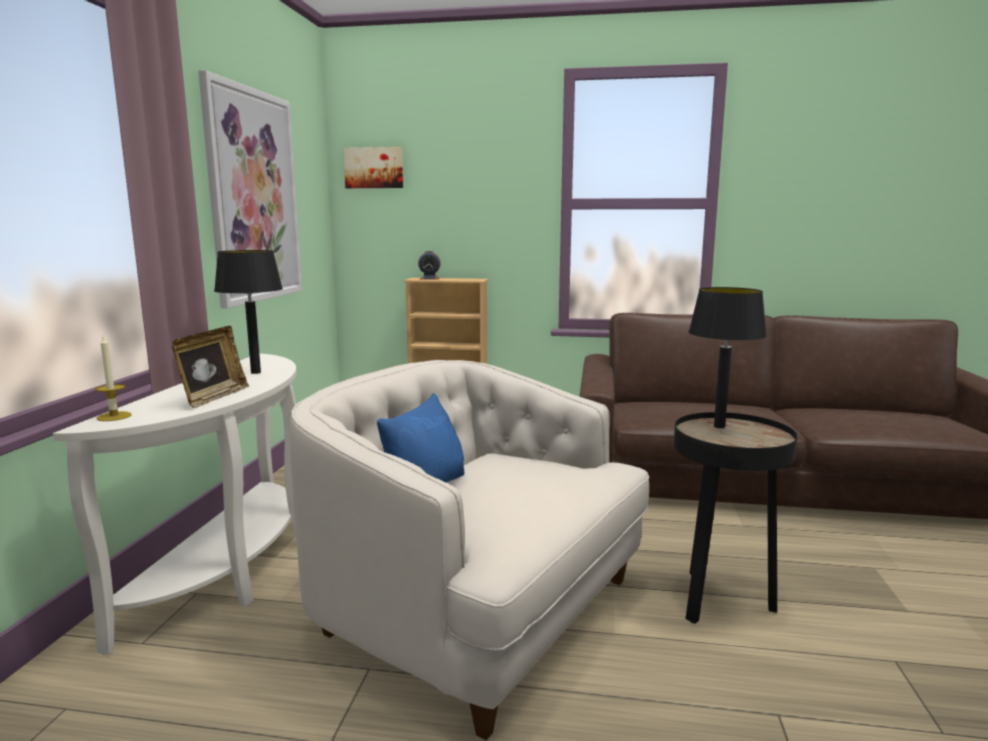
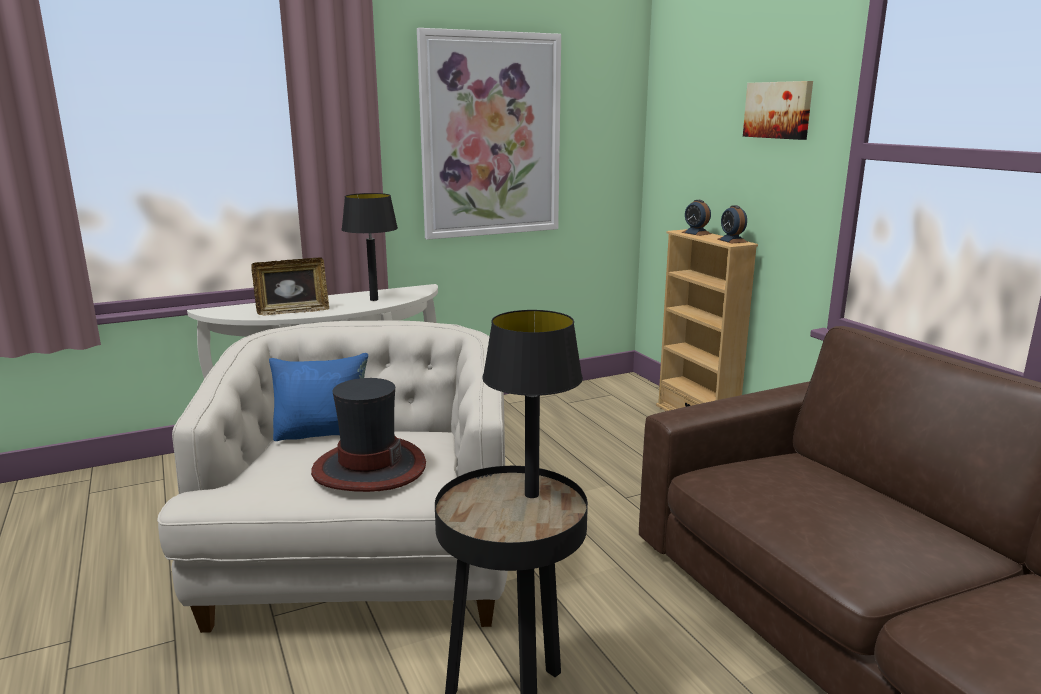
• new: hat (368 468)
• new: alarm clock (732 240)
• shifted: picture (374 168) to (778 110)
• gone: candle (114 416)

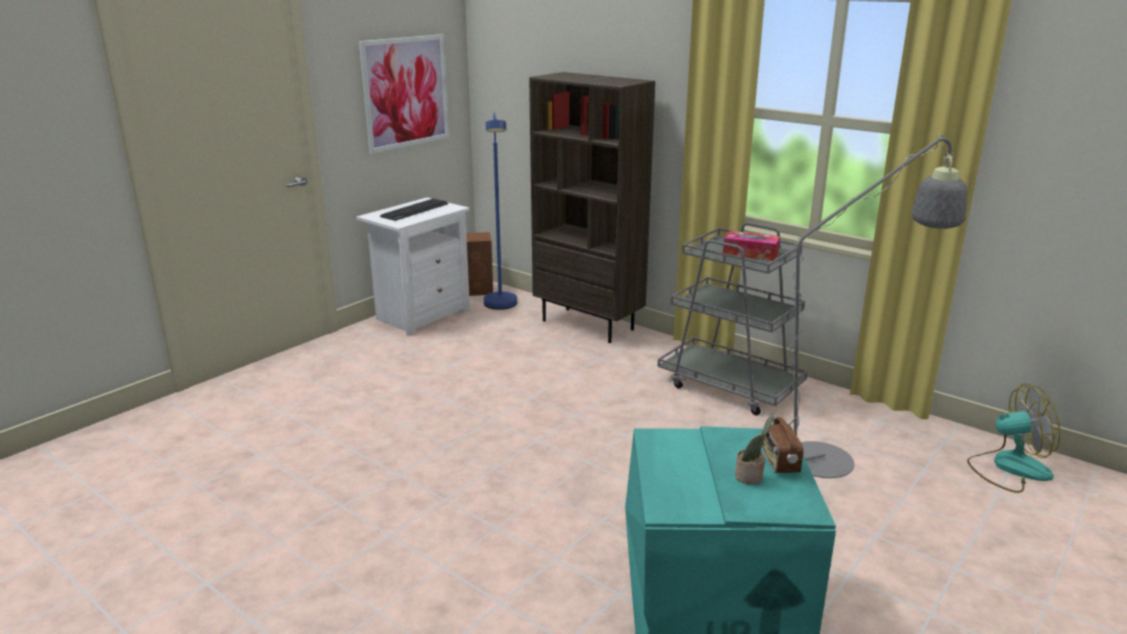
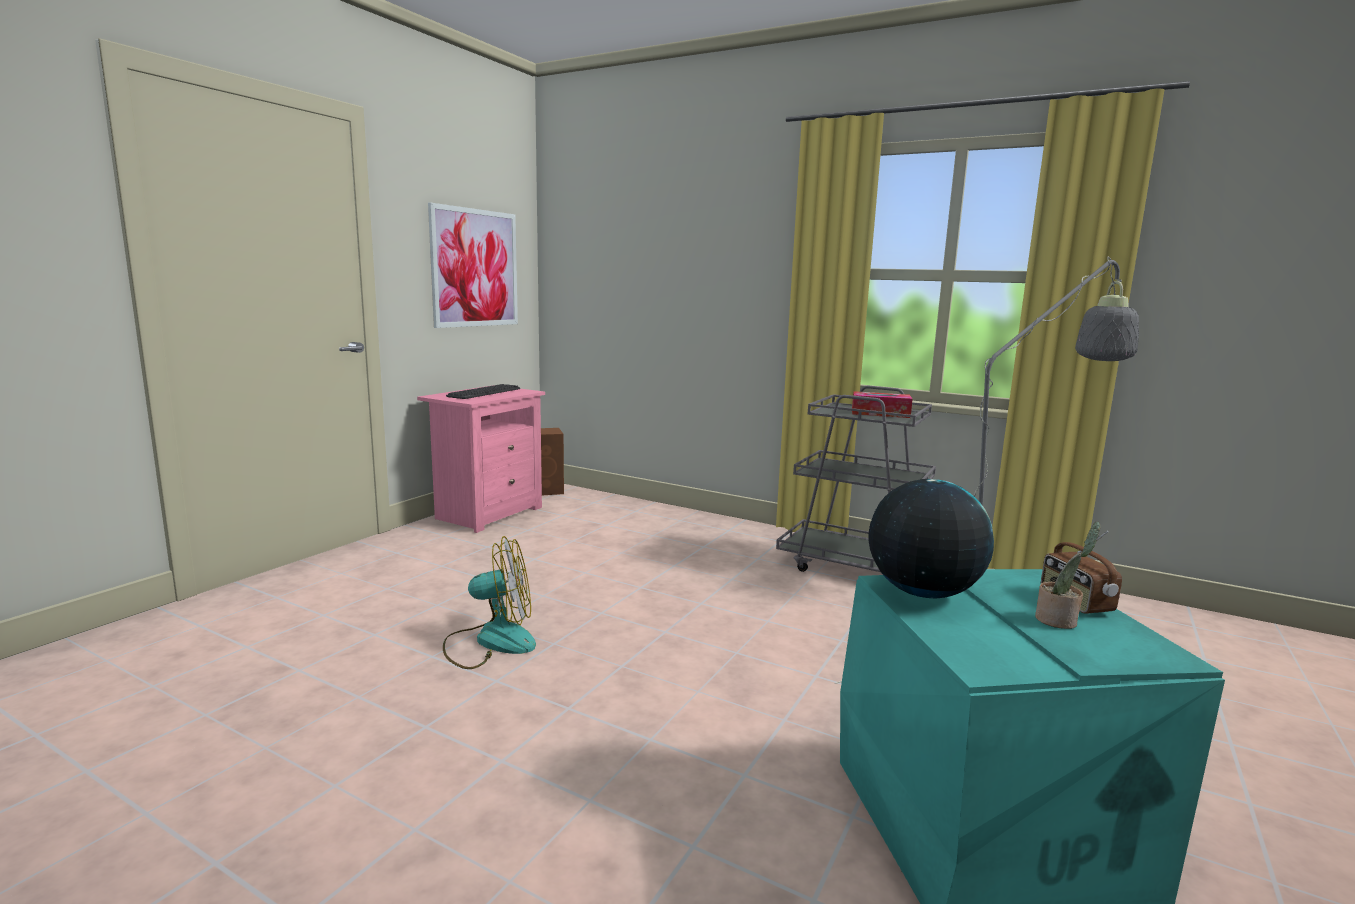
• repainted: nightstand in white (421 315) to nightstand in pink (487 513)
• shifted: fan (1008 468) to (491 641)
• new: globe (922 592)
• gone: floor lamp in blue (501 307)
• gone: bookcase in brown (589 325)

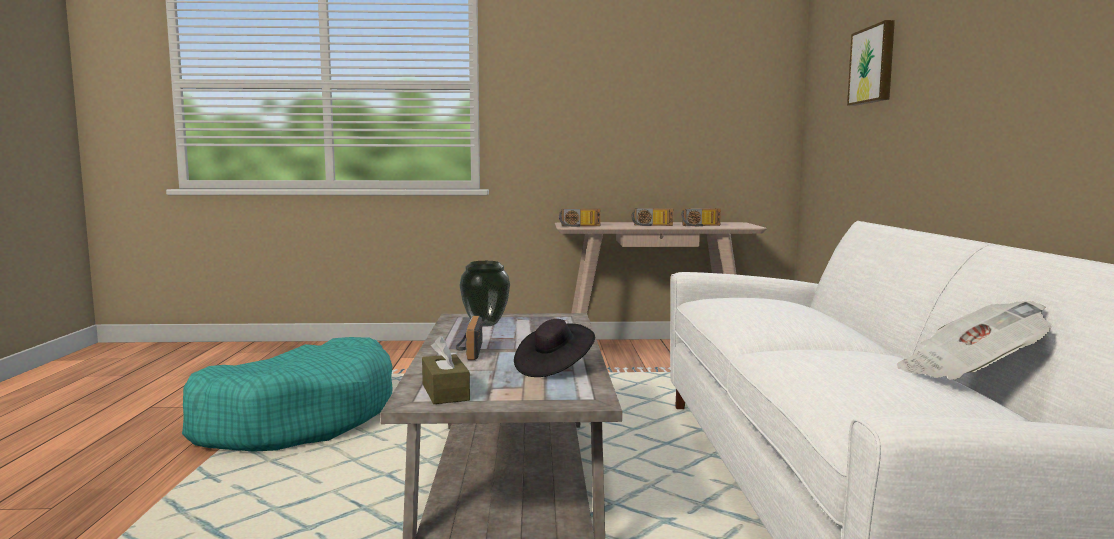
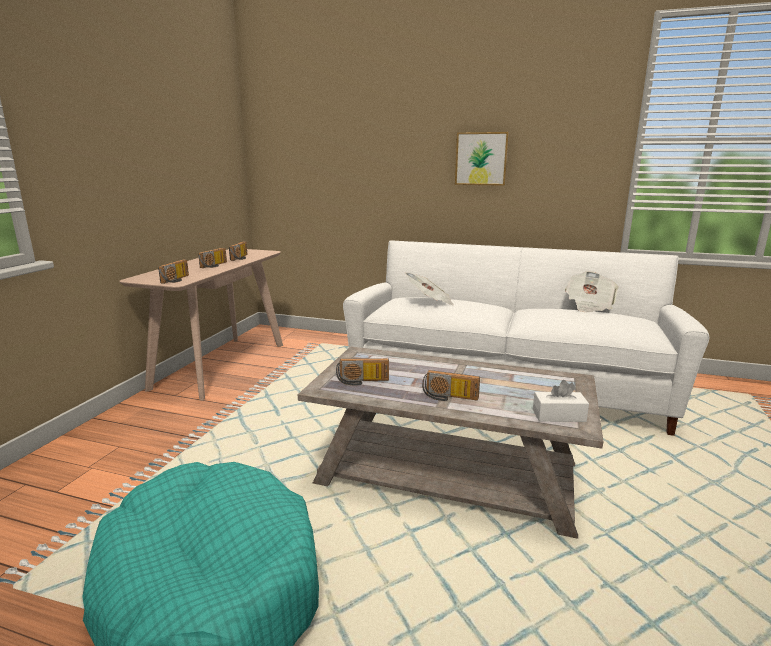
• swapped: vase (486 324) to radio (362 381)
• new: newspaper (430 302)
• shifted: picture (874 65) to (481 159)
• repainted: tissue box in brown (445 392) to tissue box in white (558 415)
• gone: hat in black (554 368)

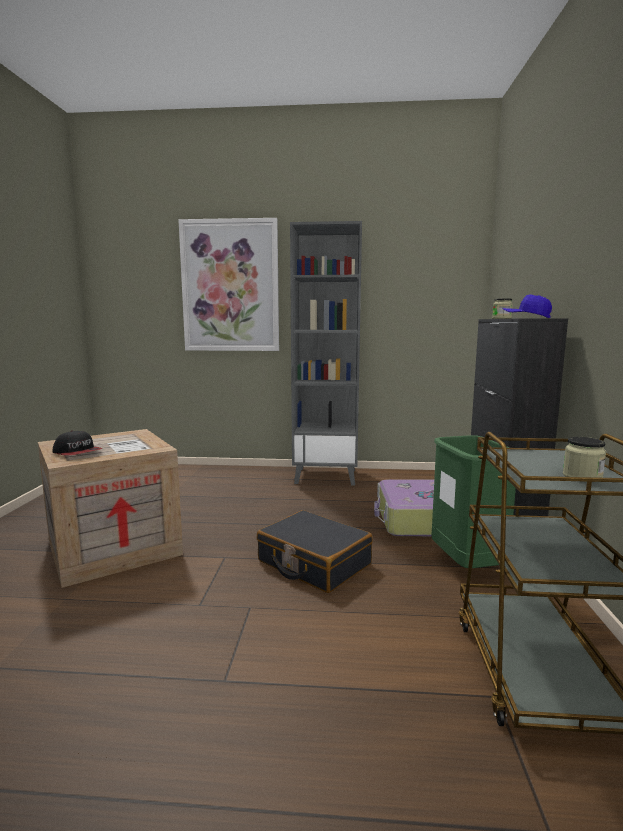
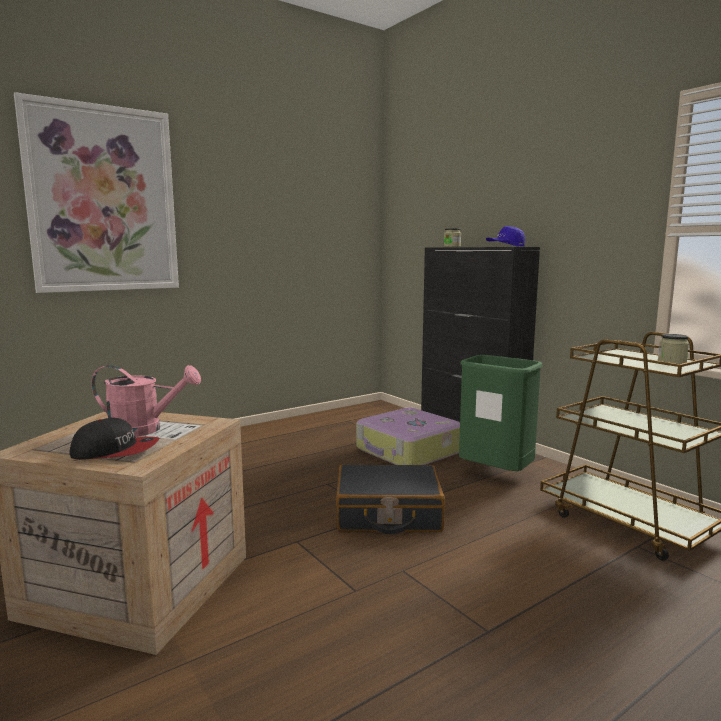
• new: watering can in pink (144 430)
• gone: bookcase in grey (326 476)

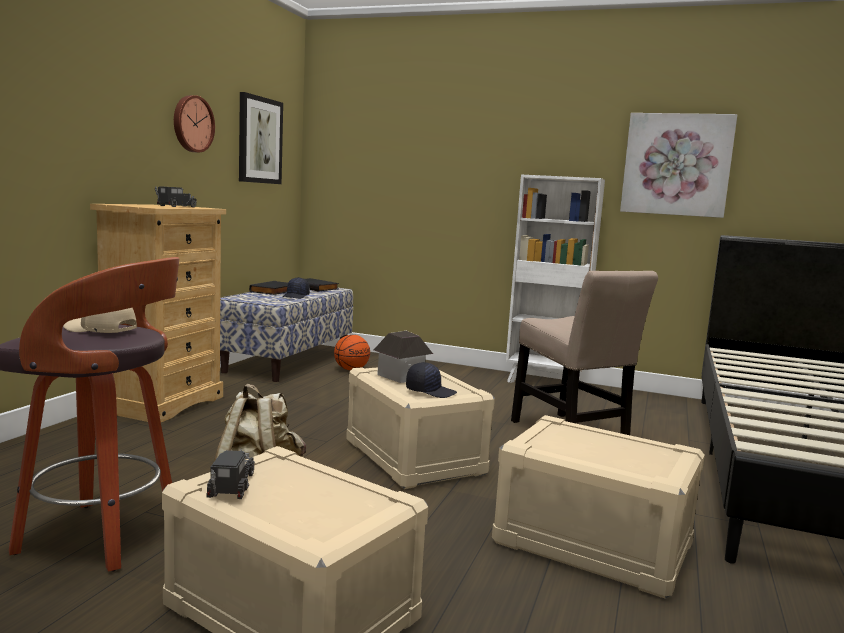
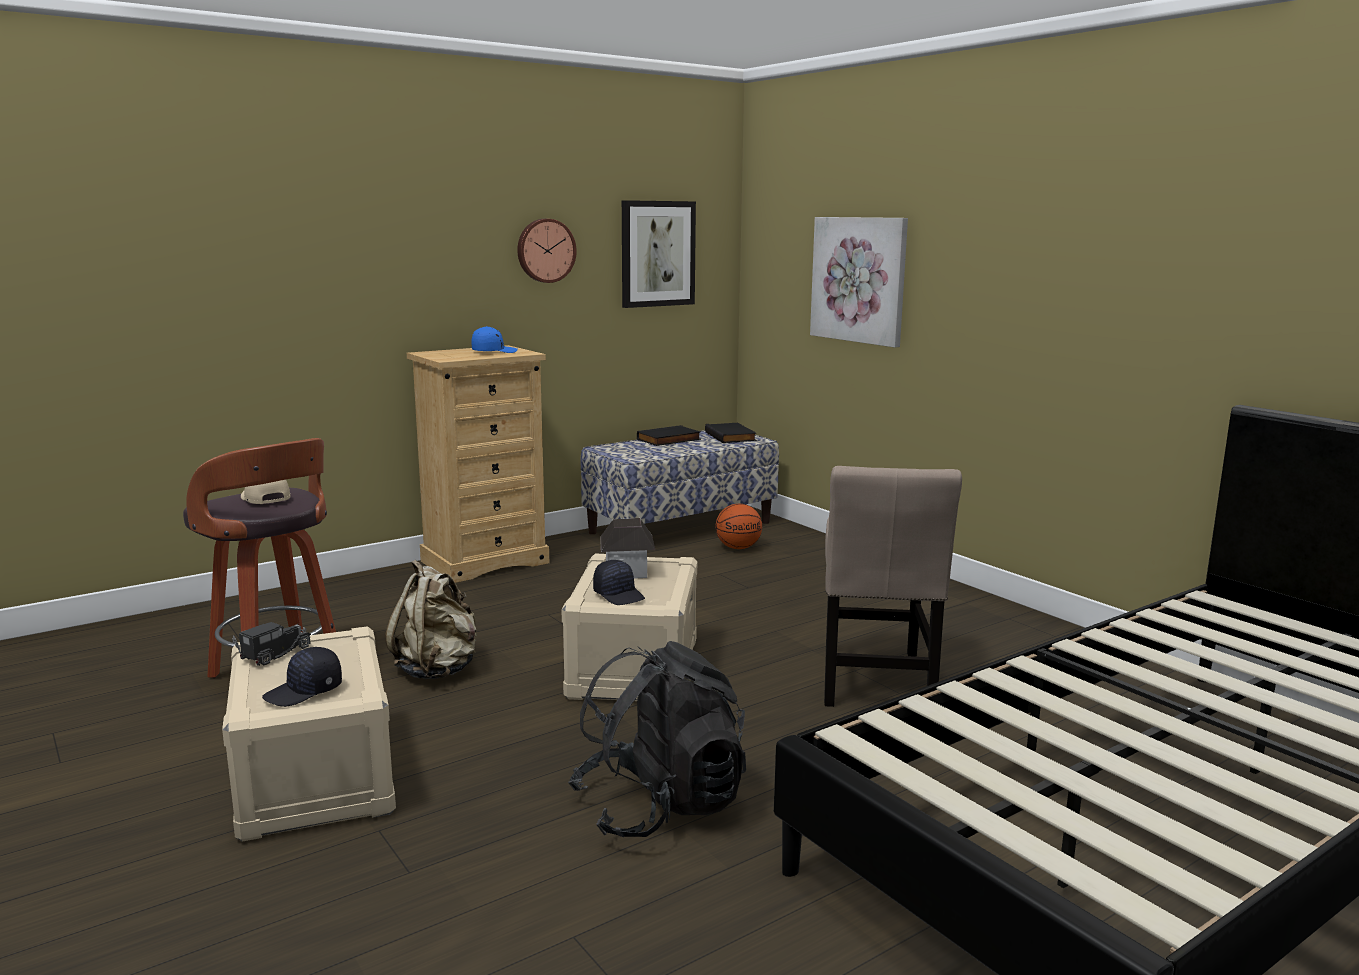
• shifted: cap in black (296 296) to (304 692)
• swapped: toy truck (176 206) to cap in blue (494 352)
• swapped: storage box in beige (591 544) to backpack in black (659 806)
• shifted: picture (676 165) to (859 279)
• gone: bookcase in white (544 382)

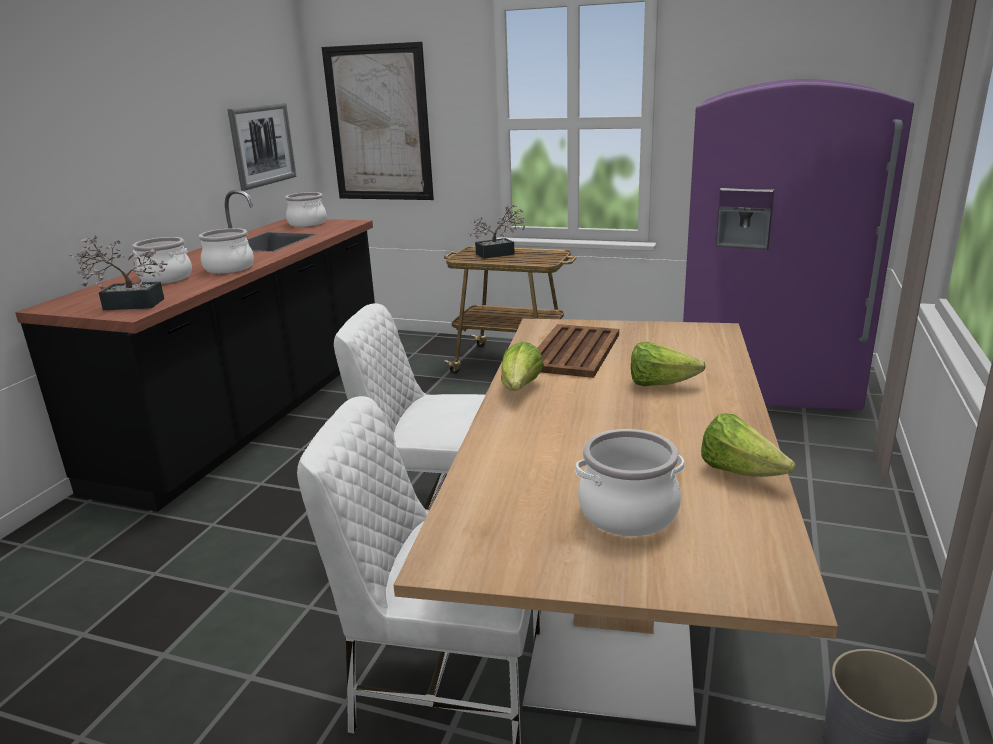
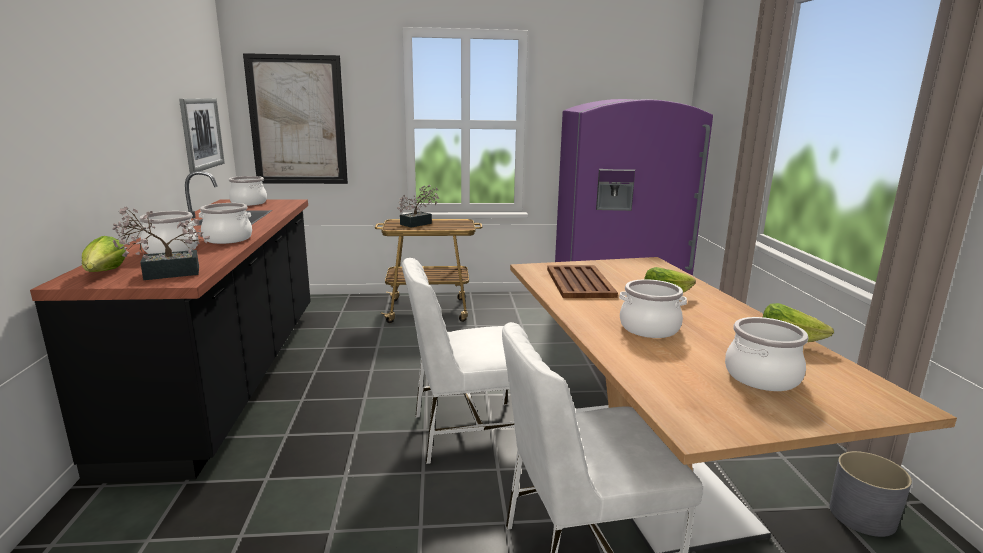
• shifted: lettuce (520 389) to (105 273)
• new: cooking pot (649 328)

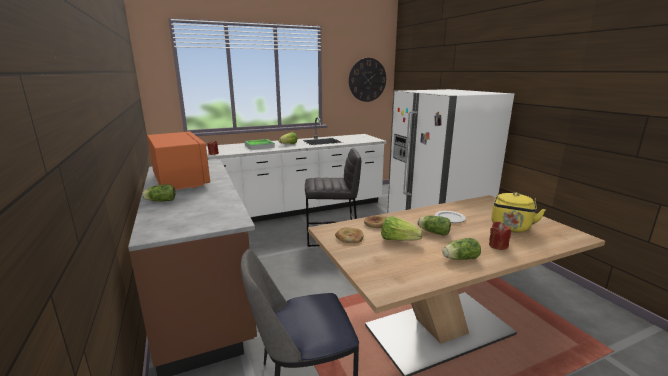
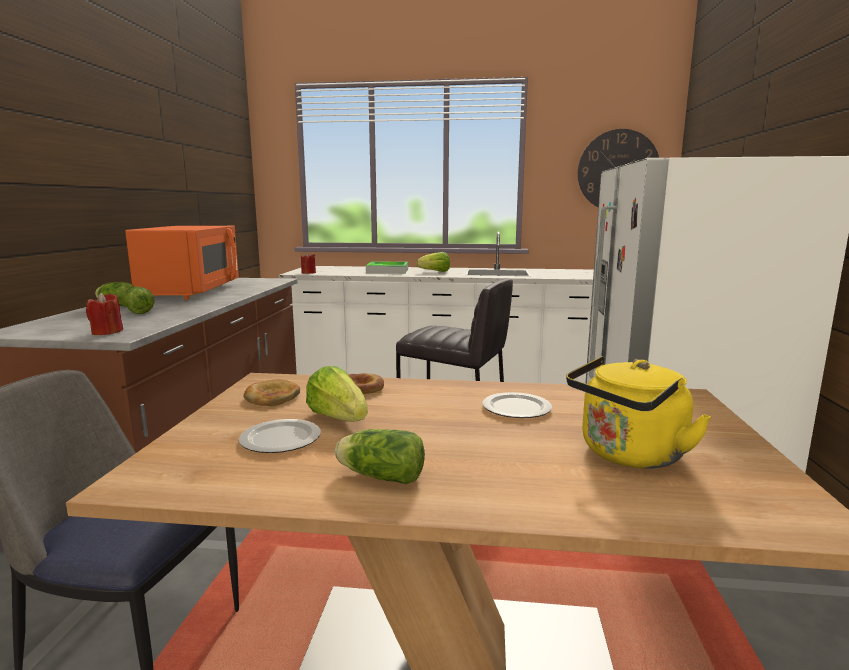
• shifted: candle in red (498 245) to (107 332)
• shifted: lettuce (433 232) to (140 311)
• new: plate (280 440)

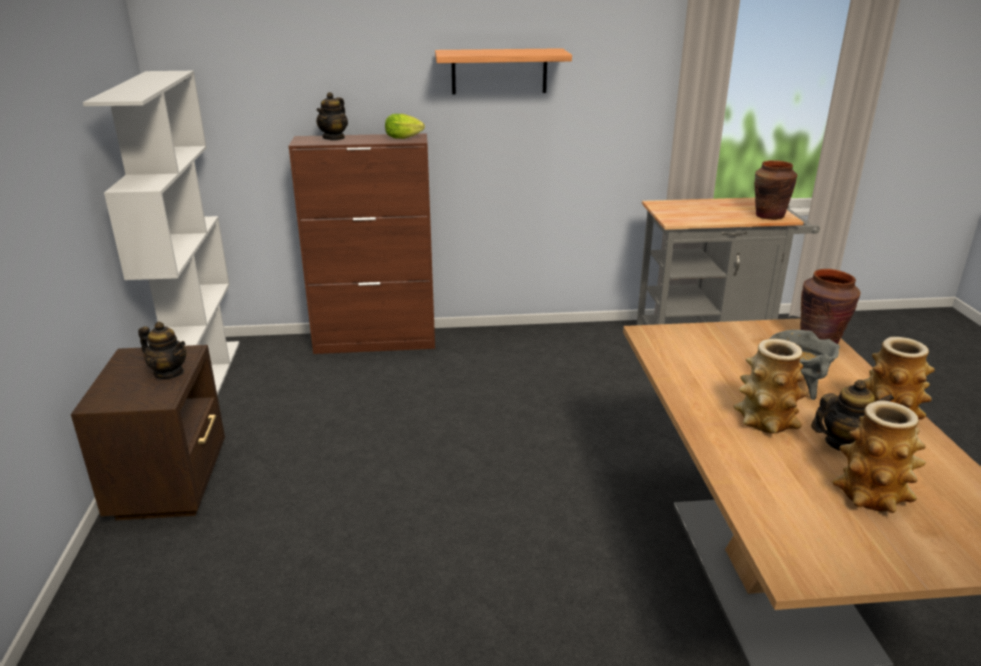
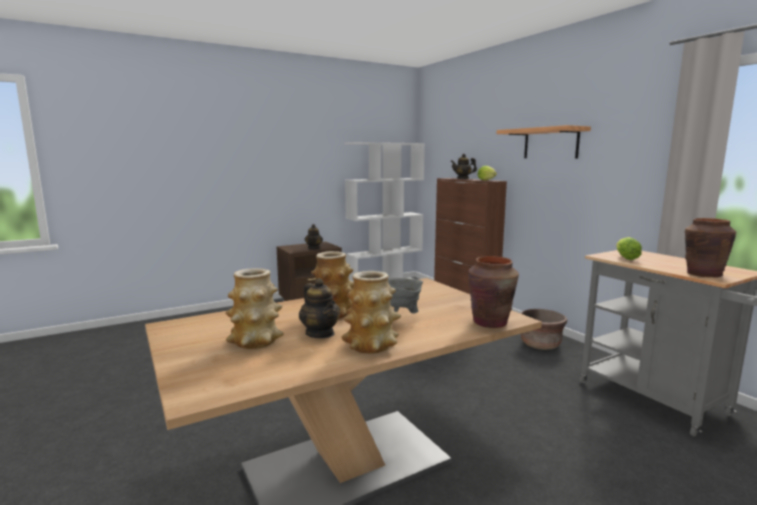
• new: planter in brown (540 344)
• new: lettuce (625 258)

